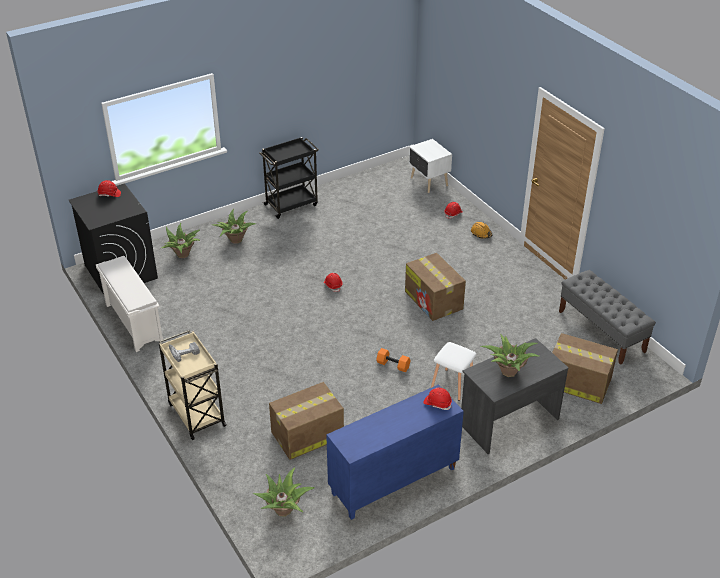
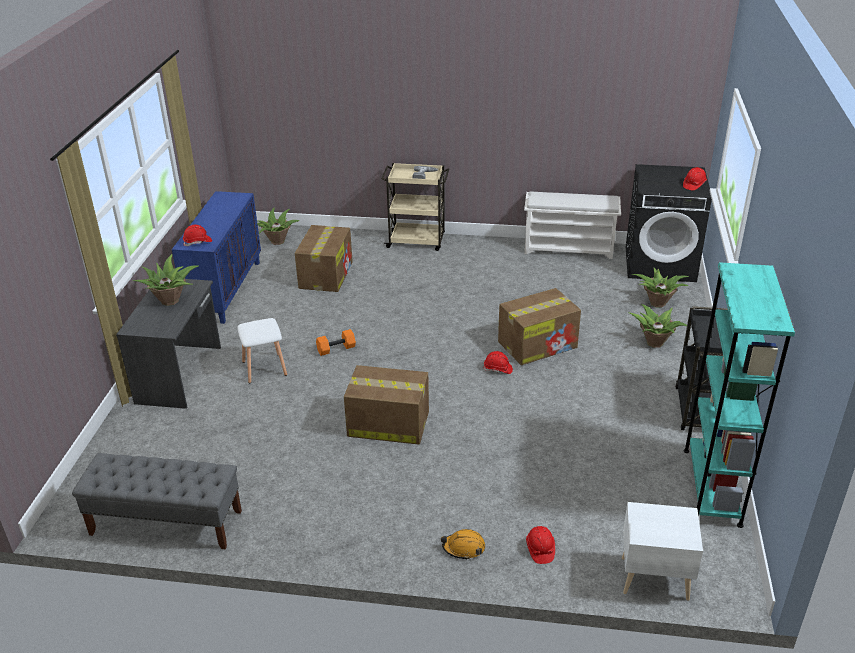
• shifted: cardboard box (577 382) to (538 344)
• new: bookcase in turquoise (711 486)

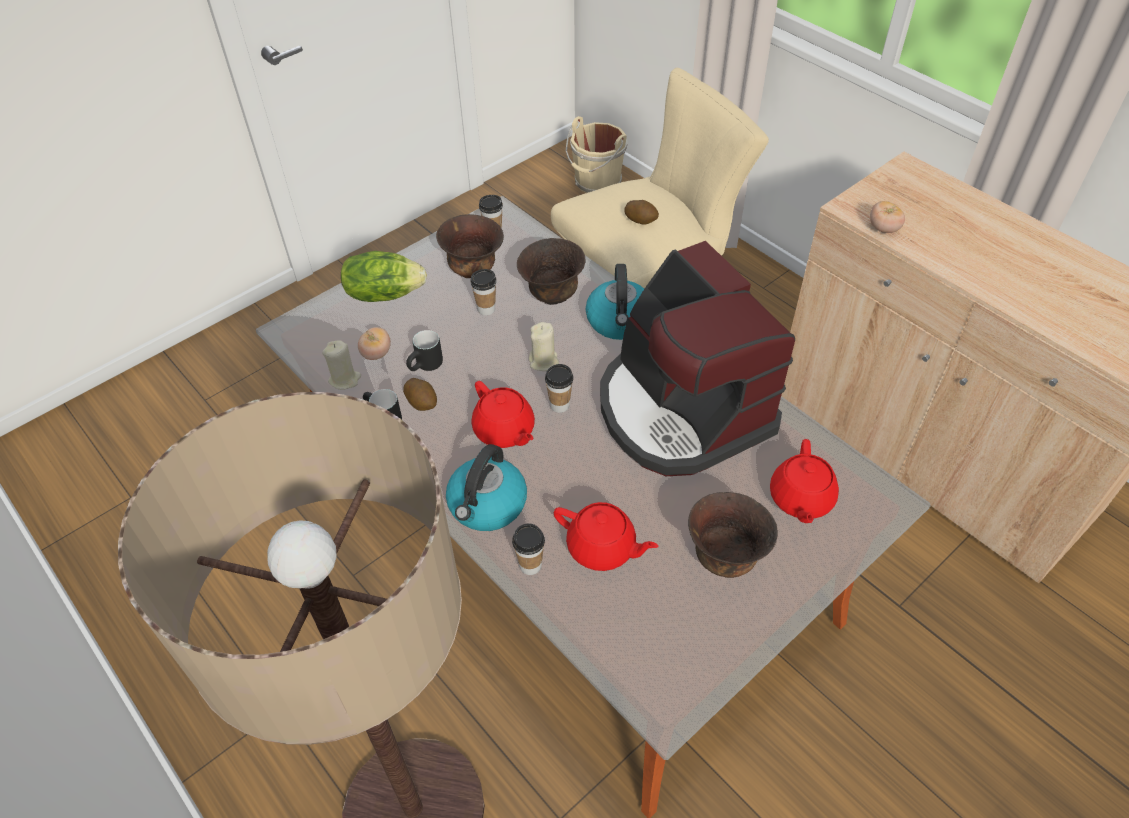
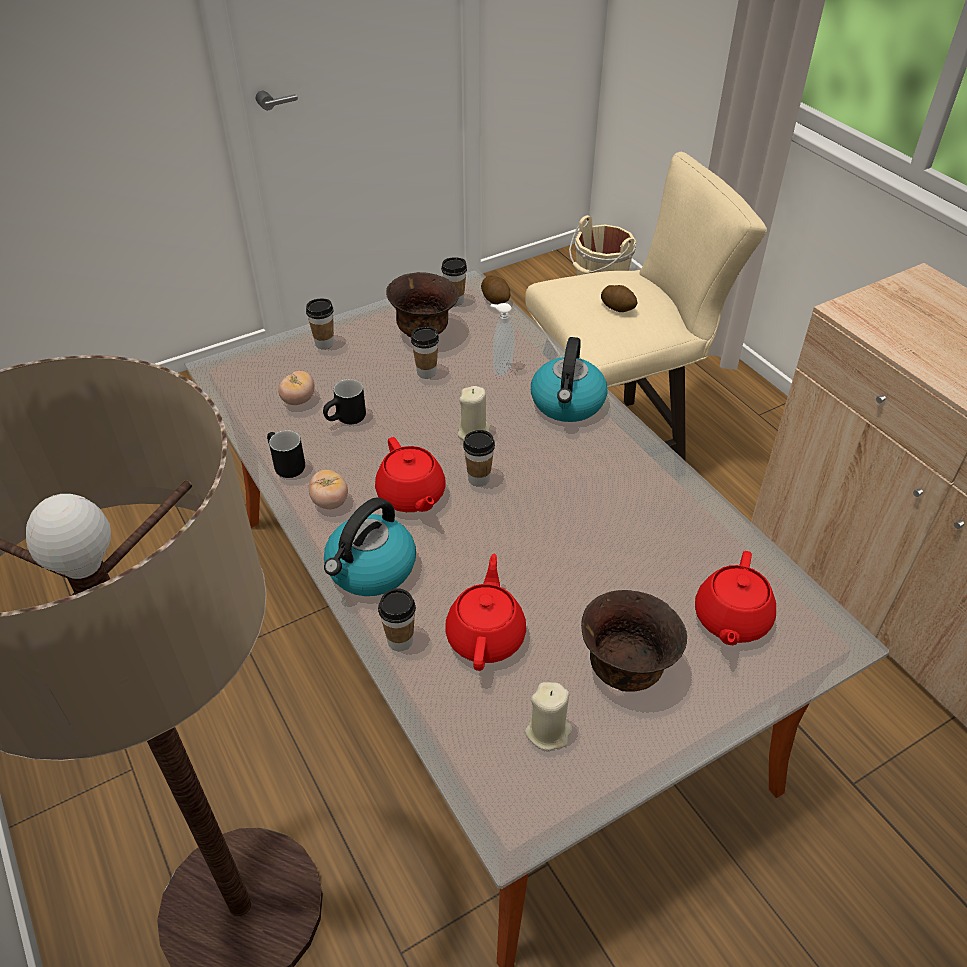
• swapped: lettuce (384 293) to cup (324 343)
• shifted: tomato (883 228) to (330 502)
• rotated: teapot in red (602 548) = (486 635) 120 degrees counterclockwise
• shifted: potato (422 402) to (496 299)
• swapped: bowl in brown (552 295) to soap dispenser (501 368)
• shifted: candle in beige (345 379) to (548 732)
• gone: coffee machine (681 410)

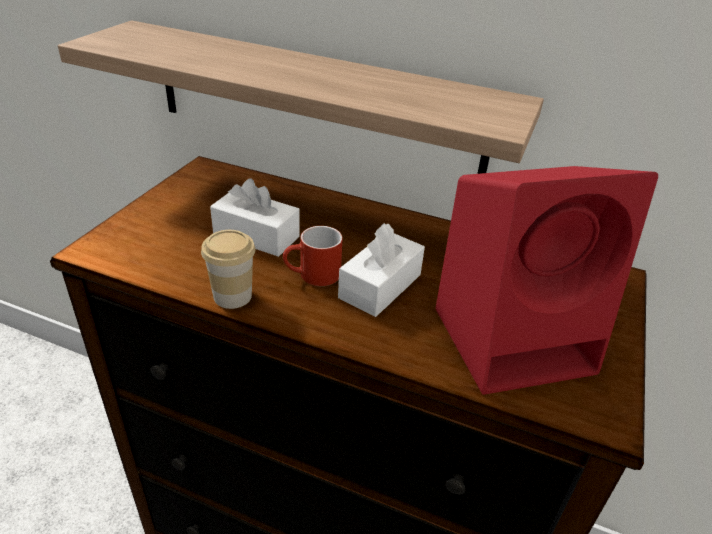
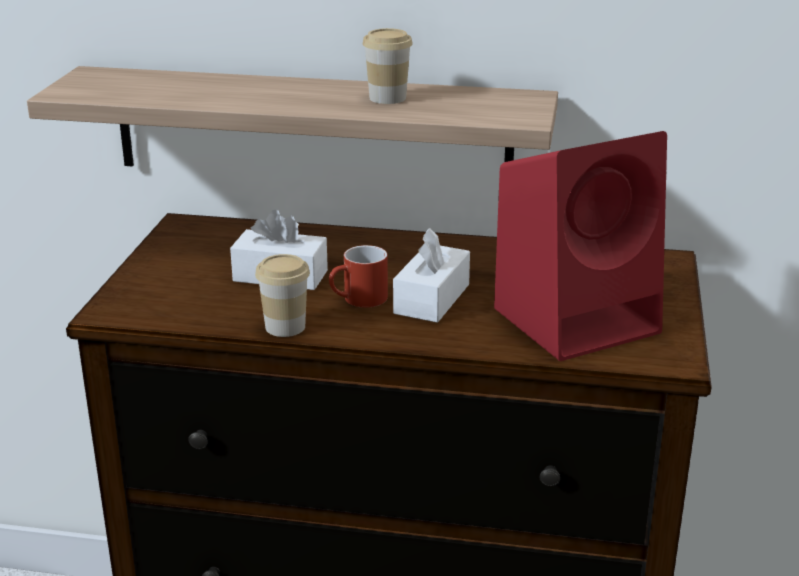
• new: cup (387 98)

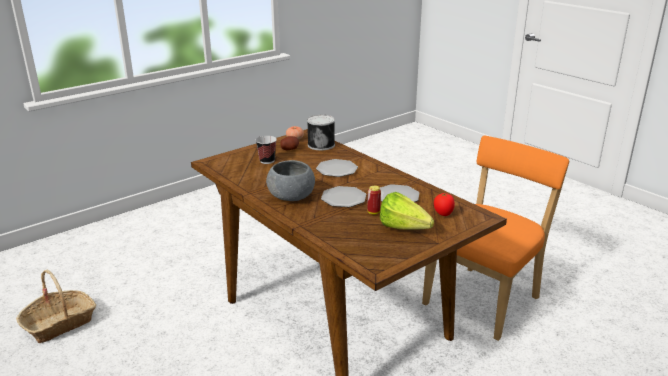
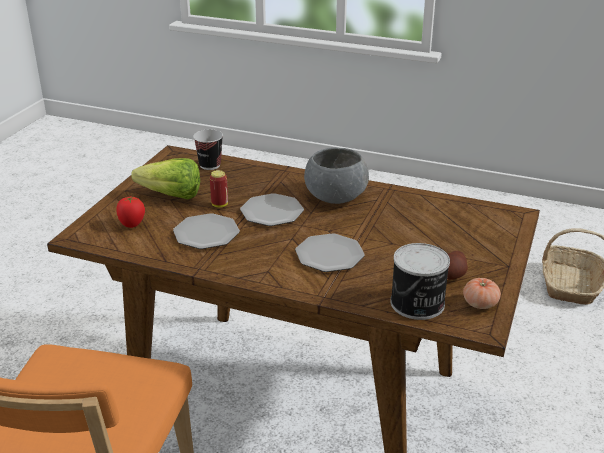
• shifted: cup (267 161) to (210 165)

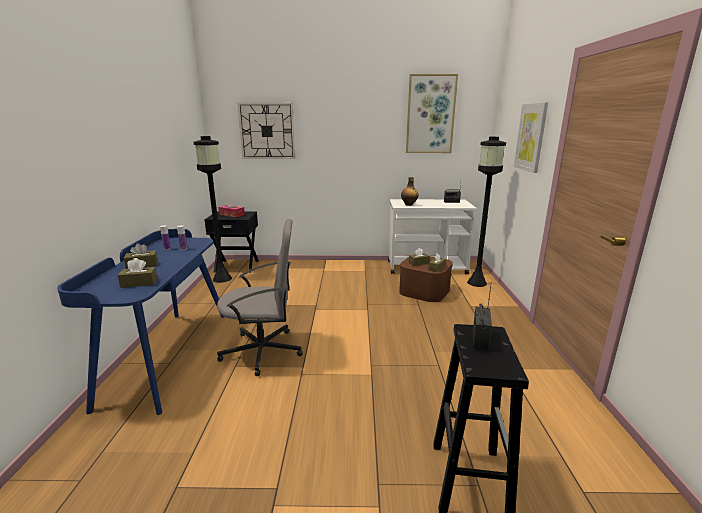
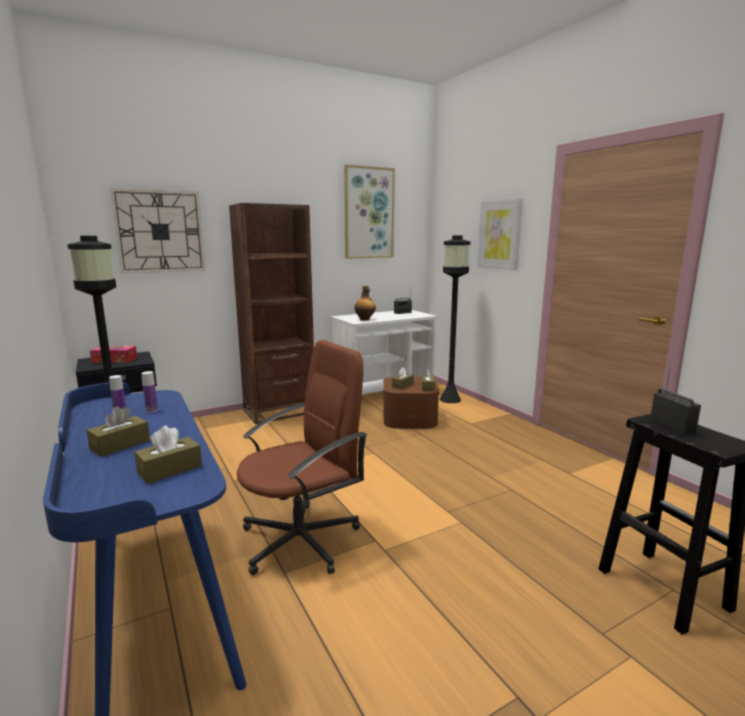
• new: bookcase in brown (279 411)
• repainted: office chair in grey (263 351) to office chair in brown (302 539)

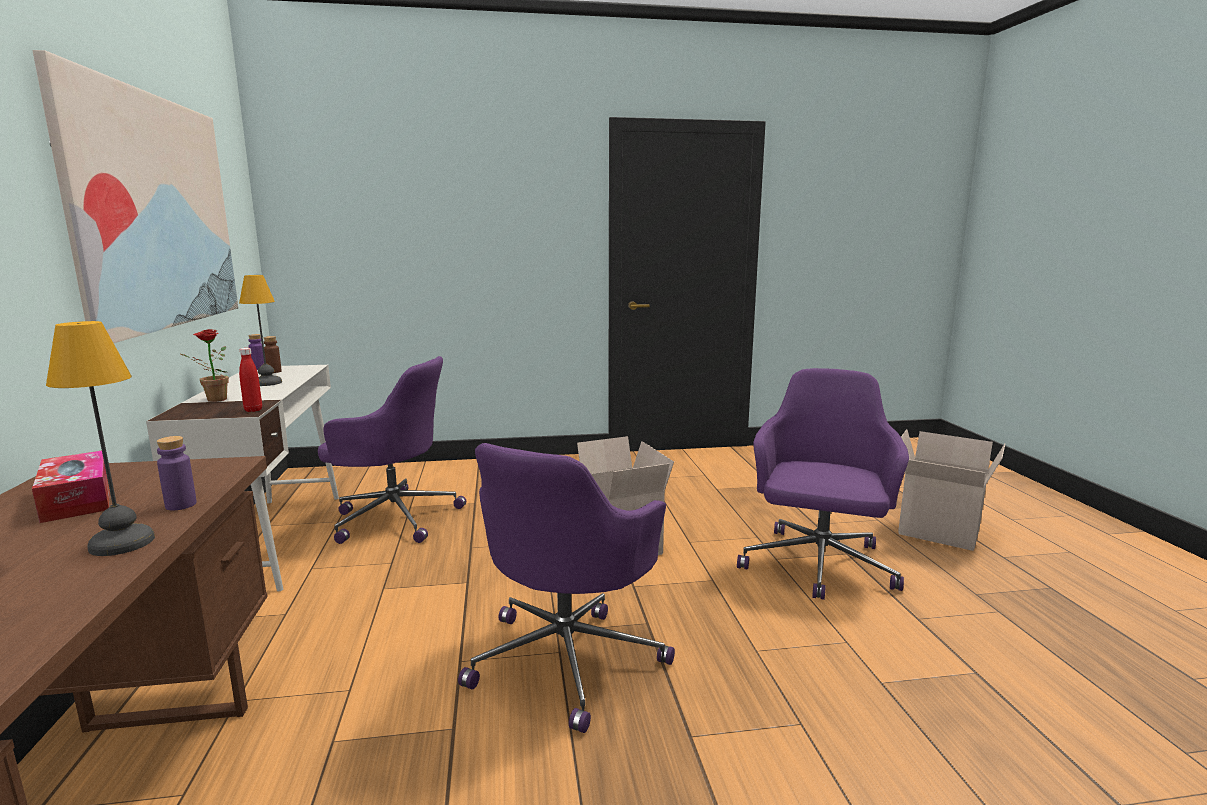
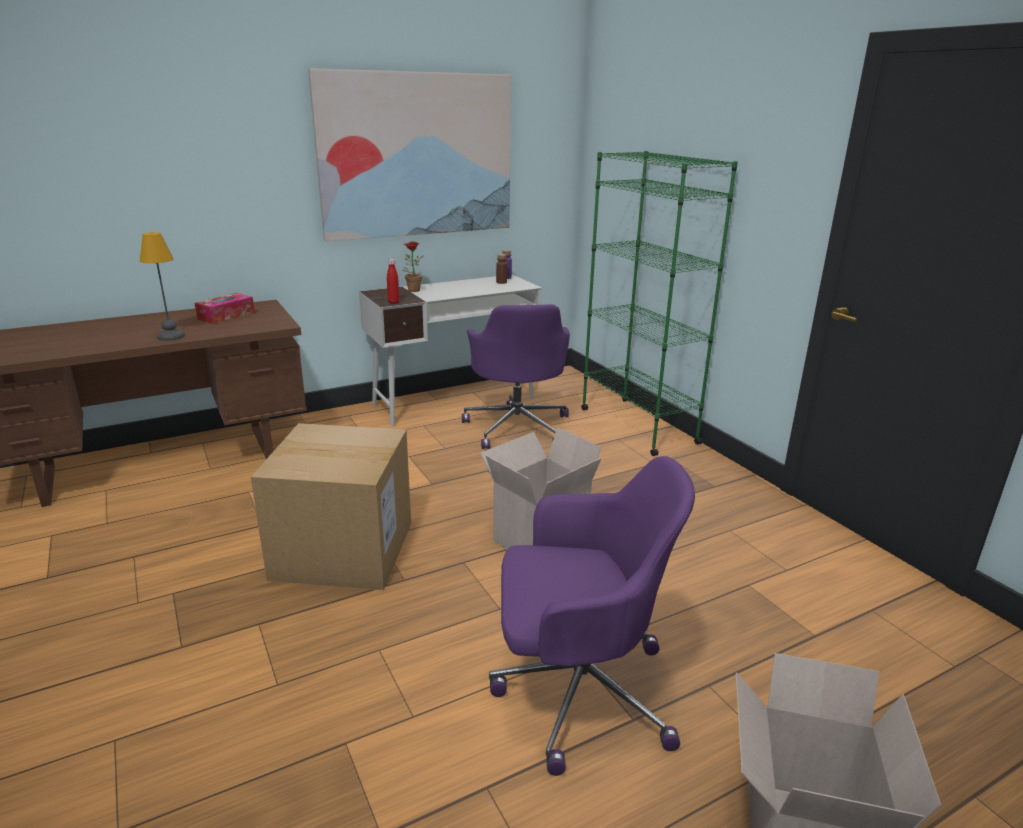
• swapped: office chair in purple (568 657) to cardboard box (343 550)
• new: bookcase in green (637 425)
• gone: bottle in purple (181 505)
• gone: table lamp (266 383)

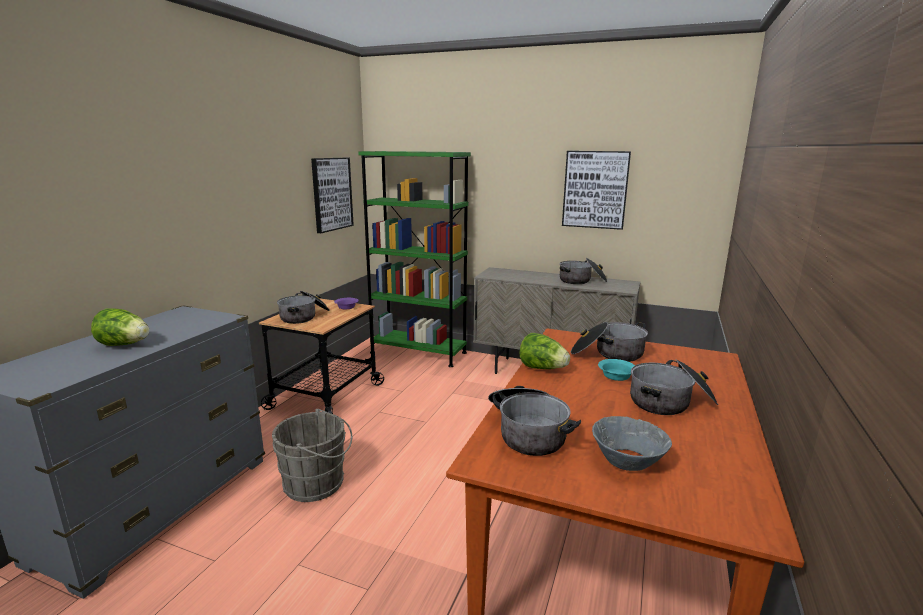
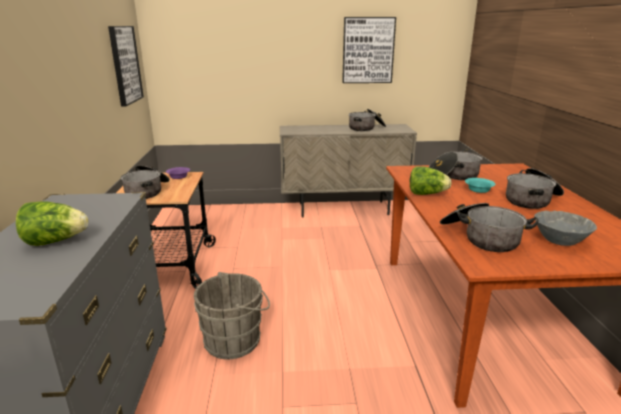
• gone: bookcase in green (418 352)

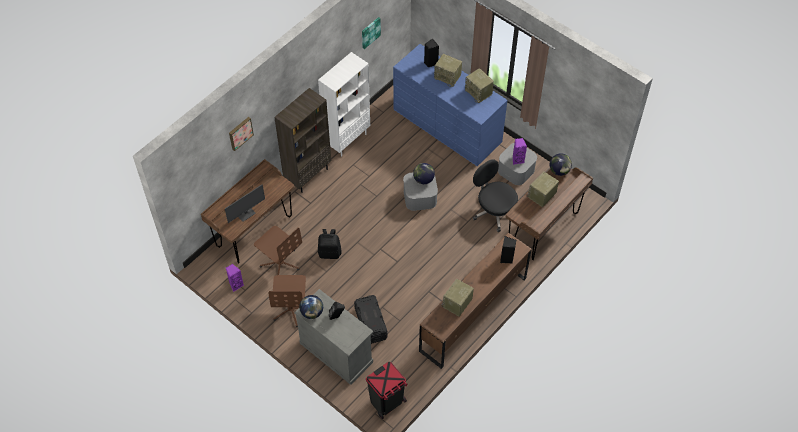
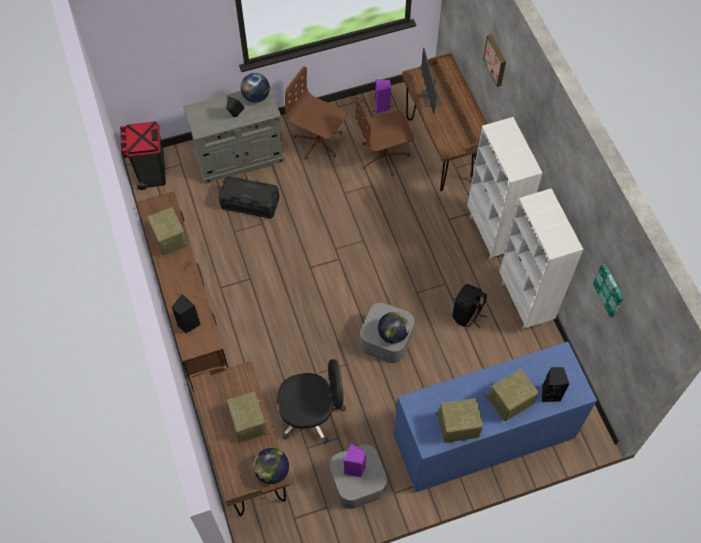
• shifted: backpack in black (330 252) to (467 314)
• repainted: bookcase in brown (308 175) to bookcase in white (492 235)

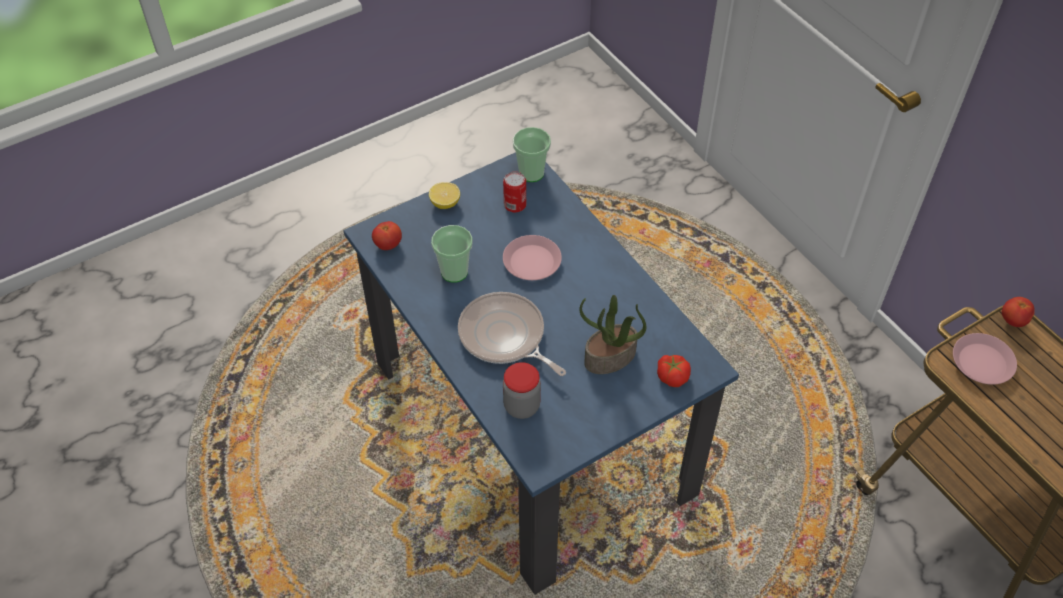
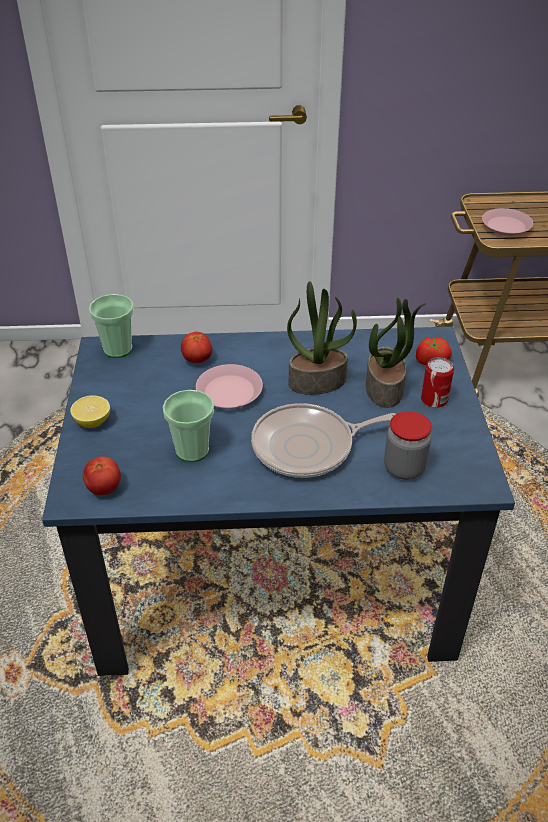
• shifted: tomato (1013 320) to (197 360)
• new: potted plant (318 381)
• shifted: can (515 205) to (434 399)

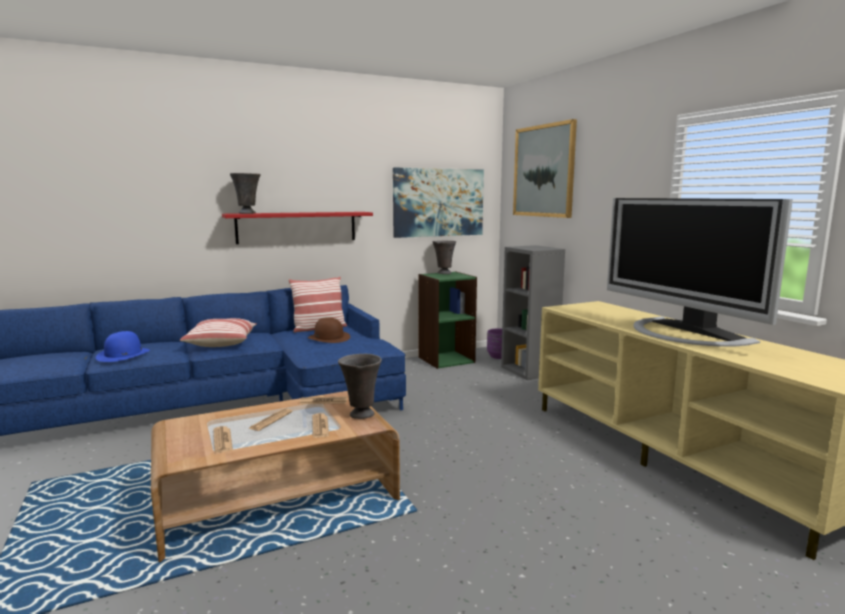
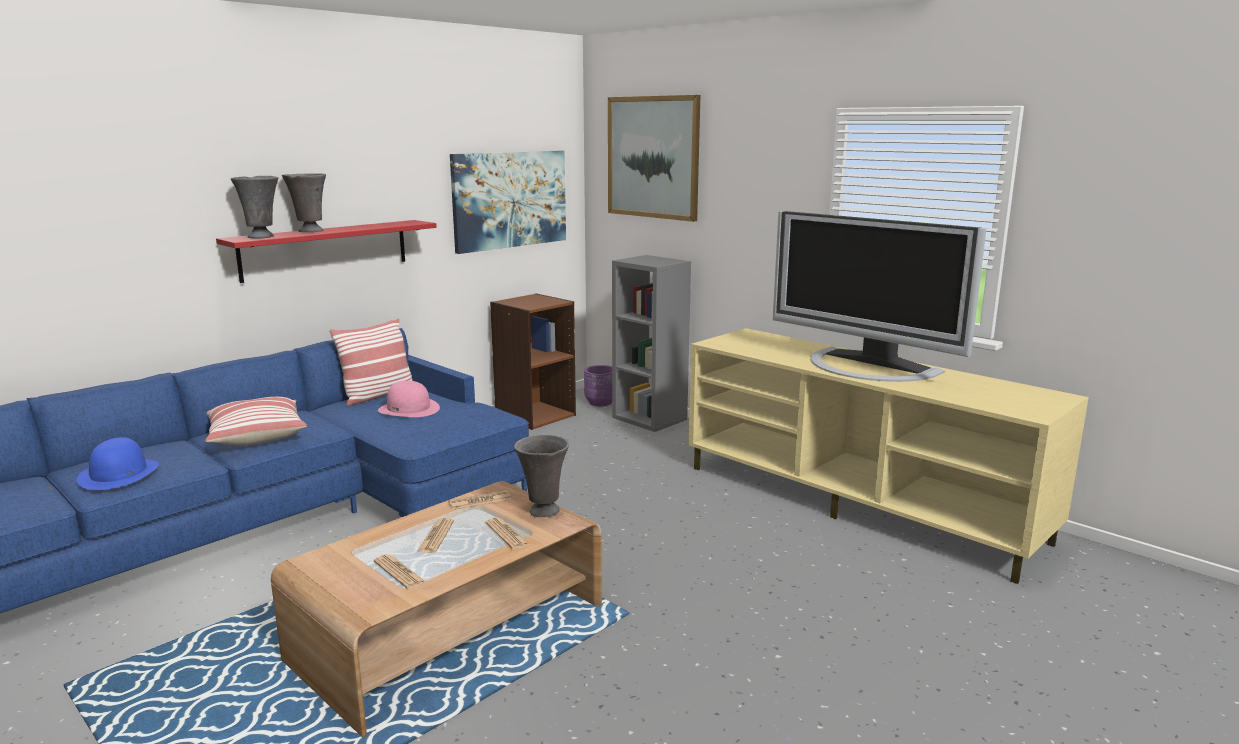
• shifted: vase in grey (443 273) to (309 231)
• repainted: hat in brown (329 338) to hat in pink (409 409)
• repainted: bookcase in green (446 359) to bookcase in brown (535 415)

